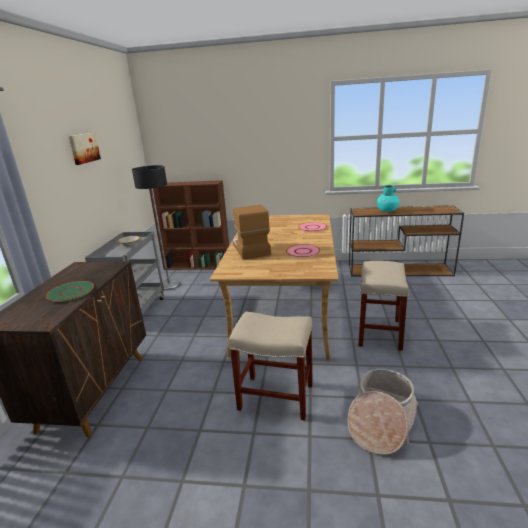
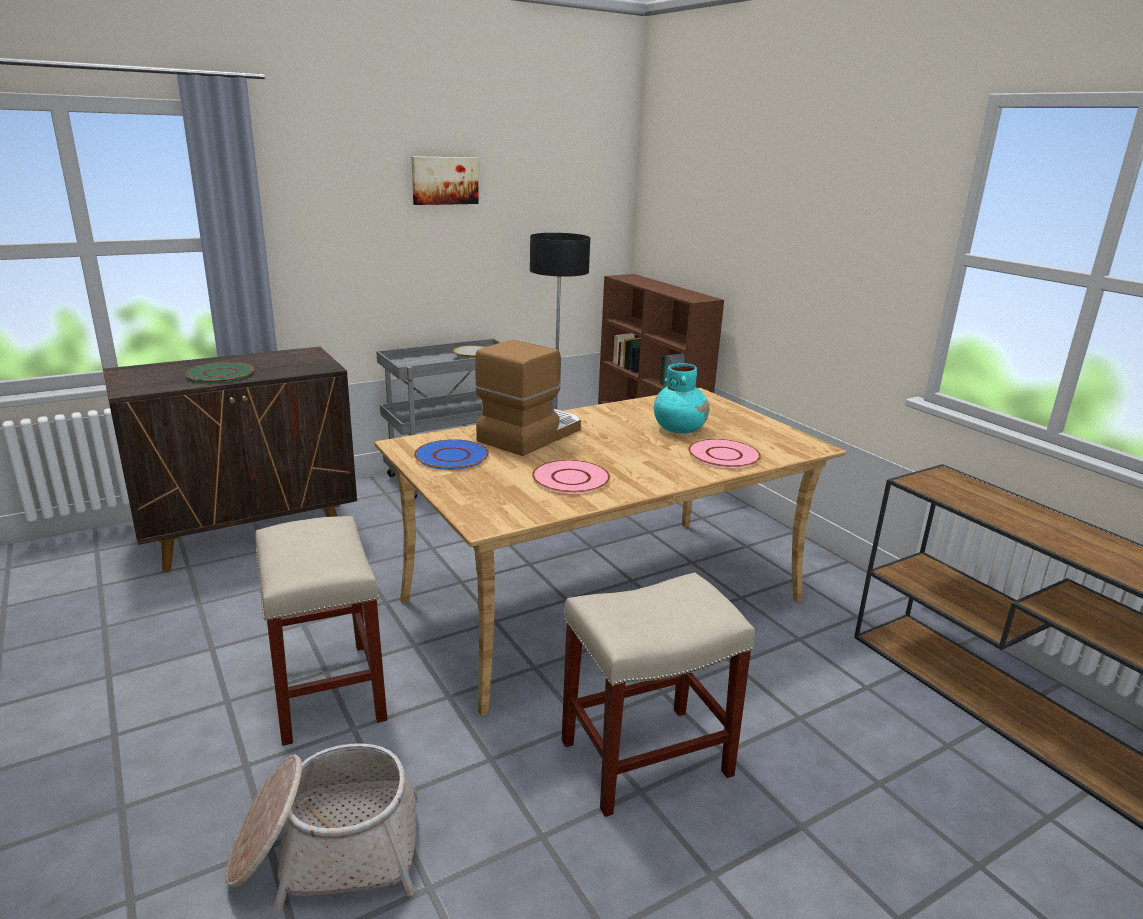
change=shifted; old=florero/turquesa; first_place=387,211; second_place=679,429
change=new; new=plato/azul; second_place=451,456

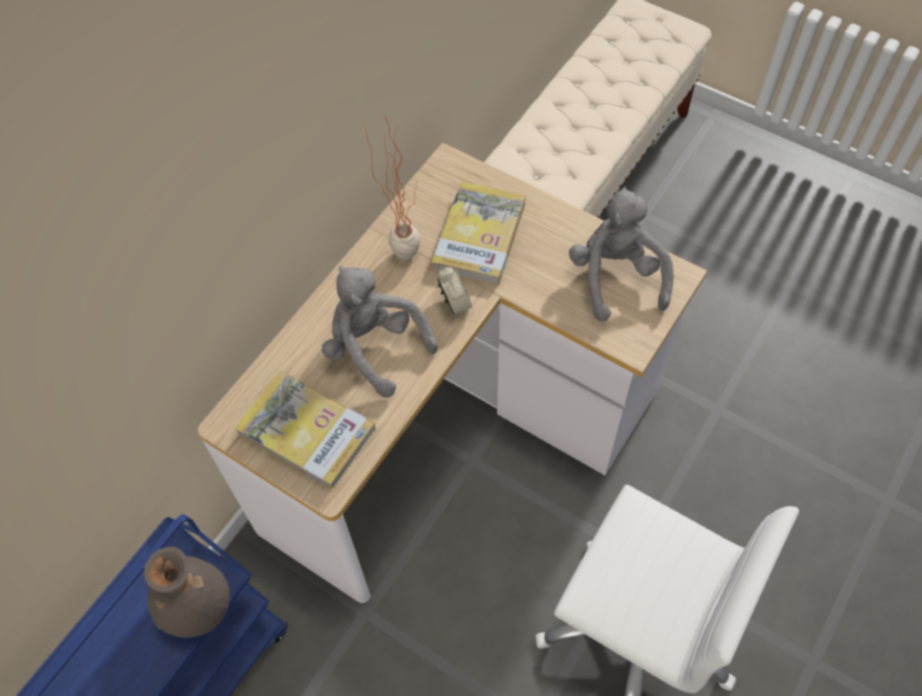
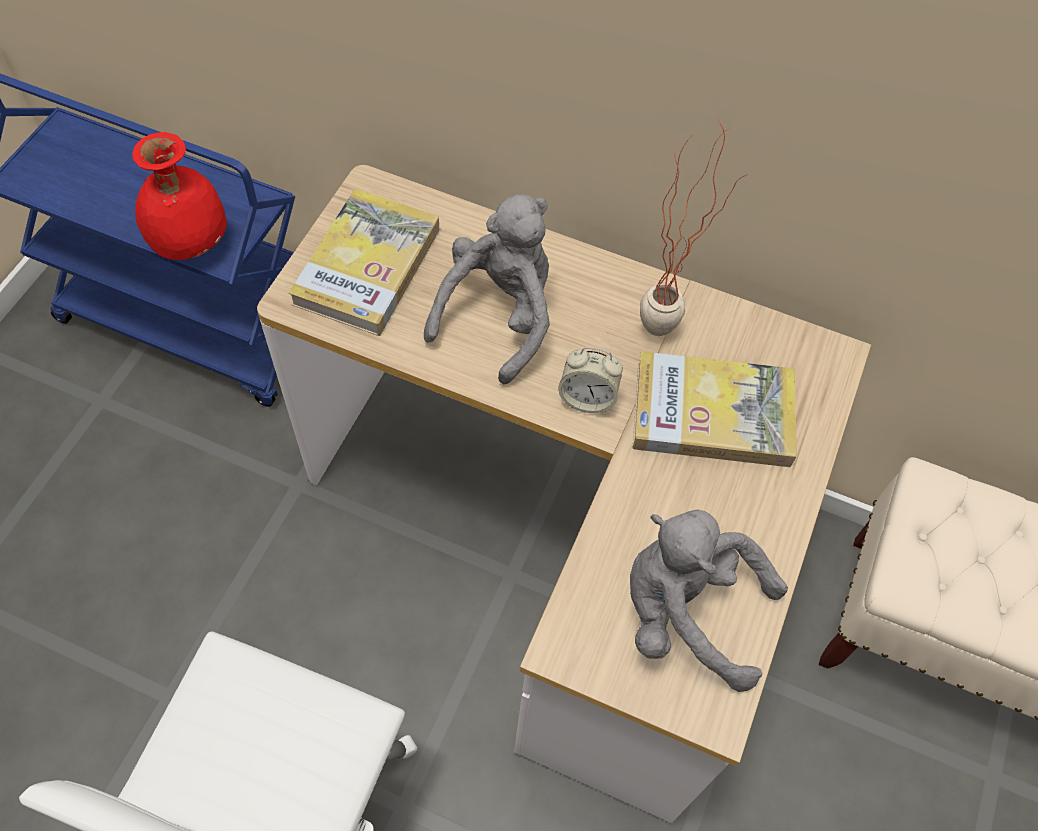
change=repainted; old=florero/gris; new=florero/rojo; first_place=198,608; second_place=189,243
change=rotated; old=despertador; first_place=455,304; second_place=587,398; degrees=45
change=rotated; old=peluche/gris; first_place=616,277; second_place=687,613; degrees=-135

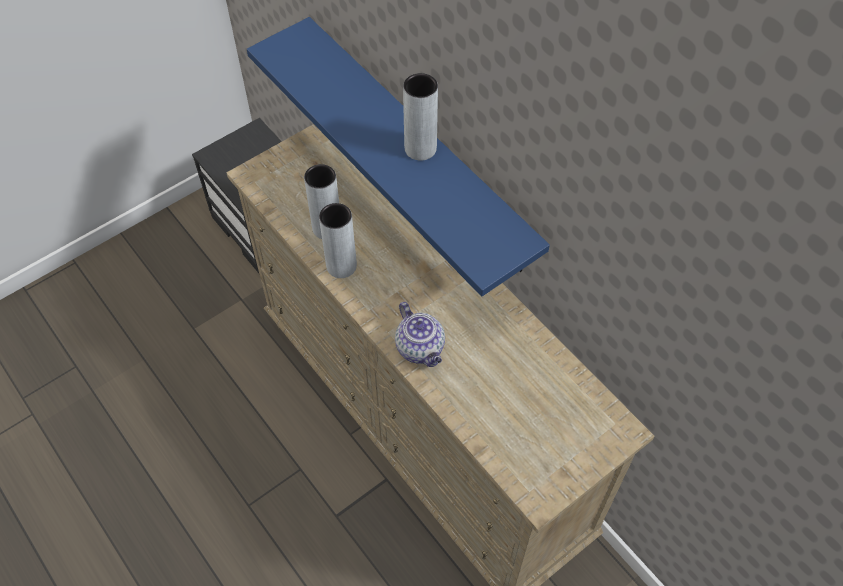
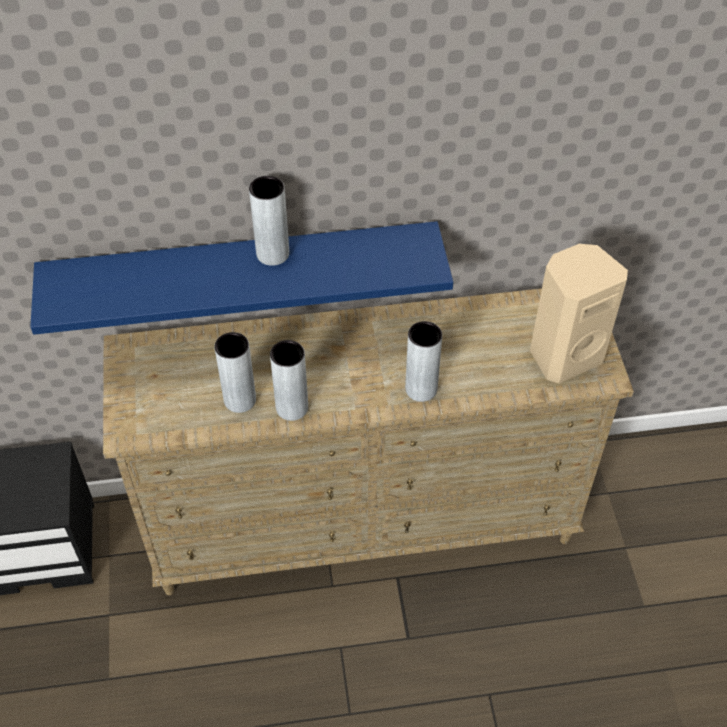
change=swapped; old=tetera; new=florero/gris; first_place=421,348; second_place=421,389
change=new; new=altavoz/beis; second_place=564,355

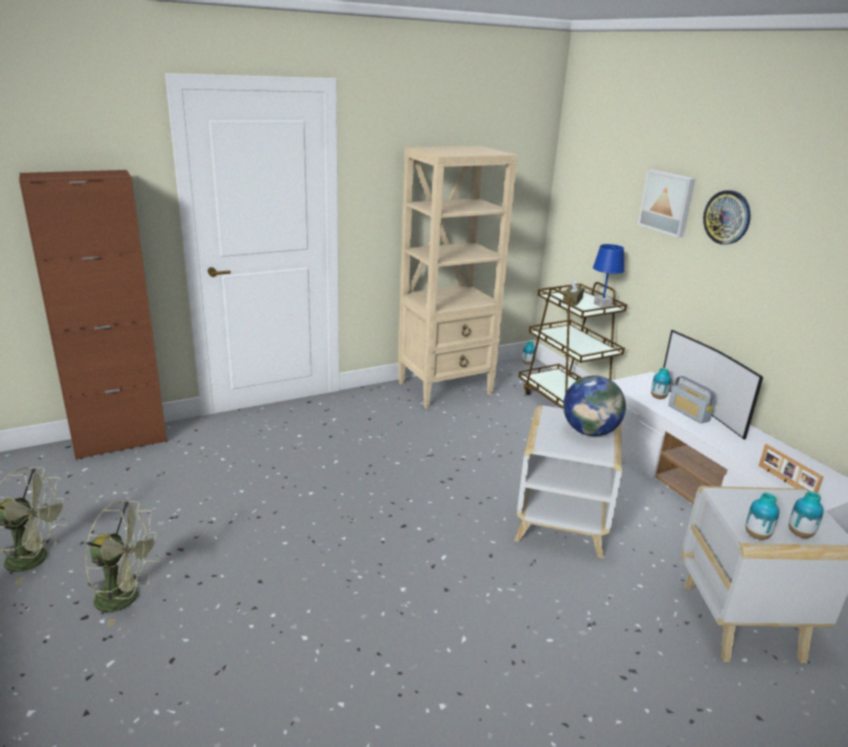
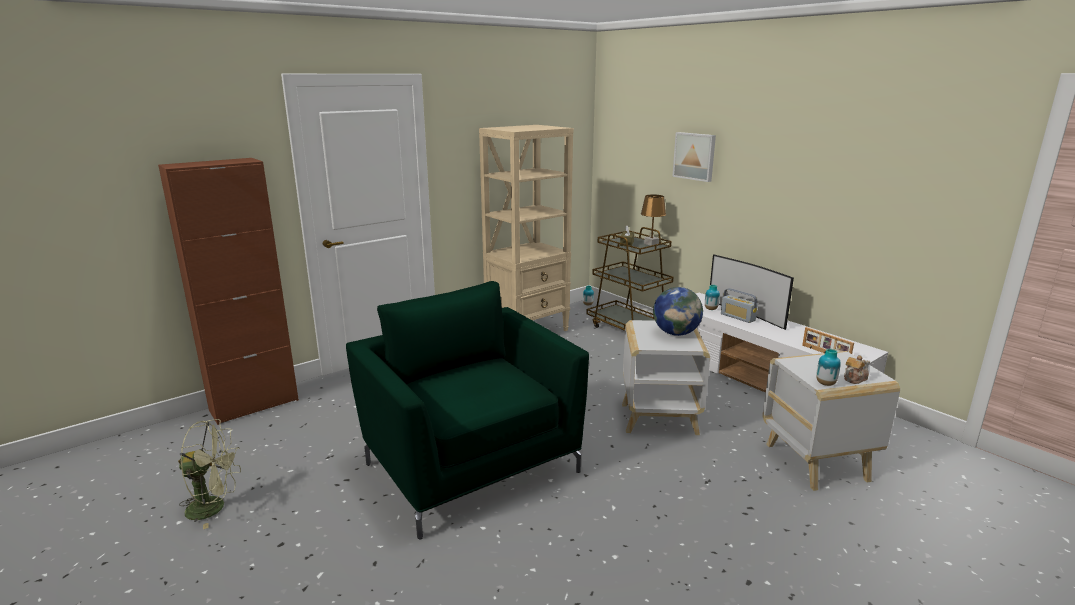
change=gone; old=ventilador/verde; first_place=126,598
change=repainted; old=lámpara de mesa/azul; new=lámpara de mesa/marrón; first_place=602,305; second_place=651,244
change=gone; old=reloj de pared; first_place=727,217
change=swapped; old=florero; new=tetera; first_place=800,534; second_place=854,379
change=new; new=sillón/verde; second_place=471,465

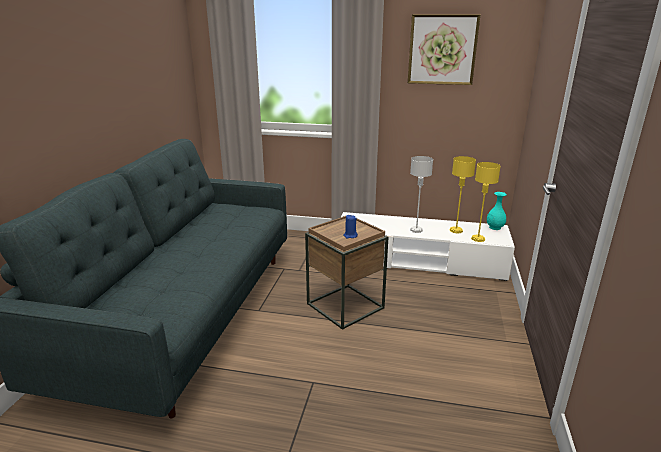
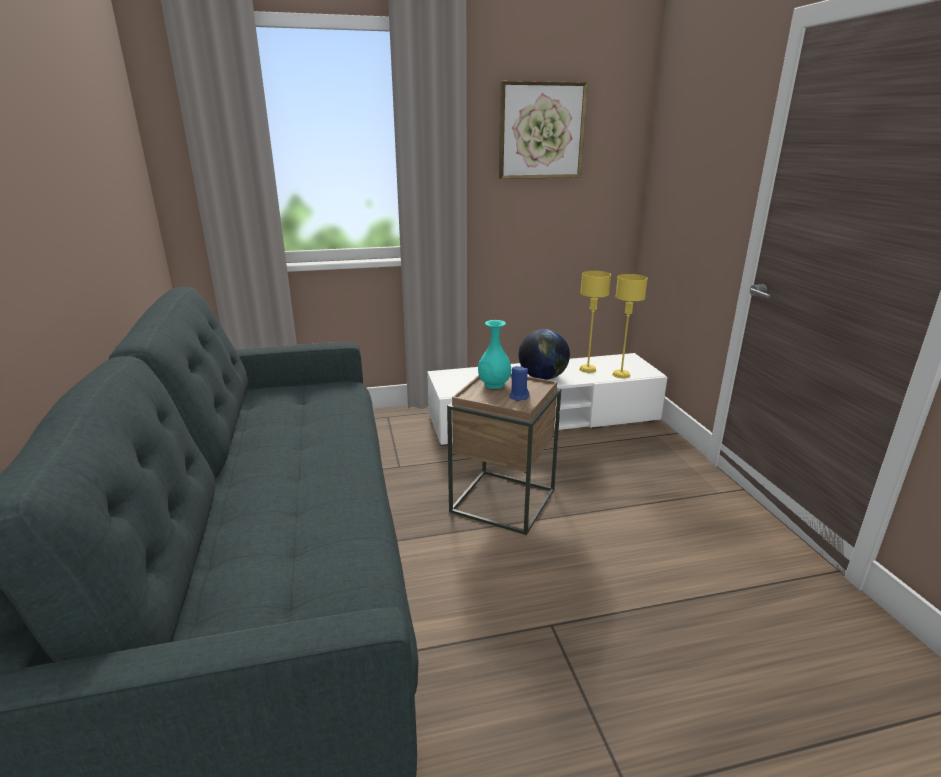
change=swapped; old=lámpara de mesa/gris; new=globo terráqueo; first_place=416,230; second_place=543,377
change=shifted; old=florero/turquesa; first_place=495,227; second_place=494,384

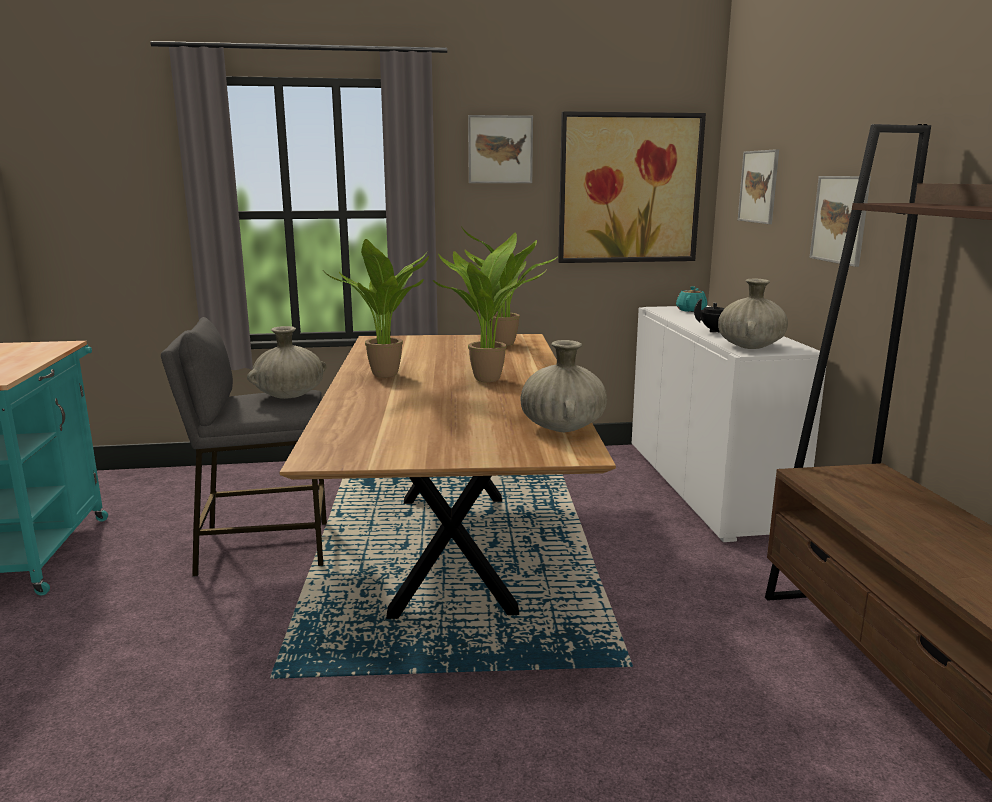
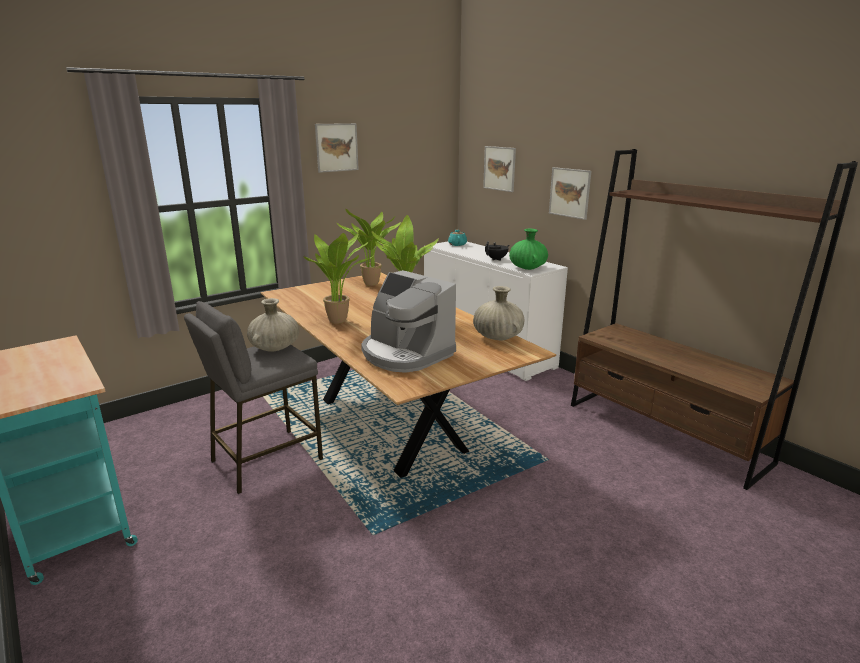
change=gone; old=cuadro; first_place=629,189
change=repainted; old=florero/beis; new=florero/verde; first_place=750,346; second_place=527,268
change=new; new=cafetera; second_place=405,354

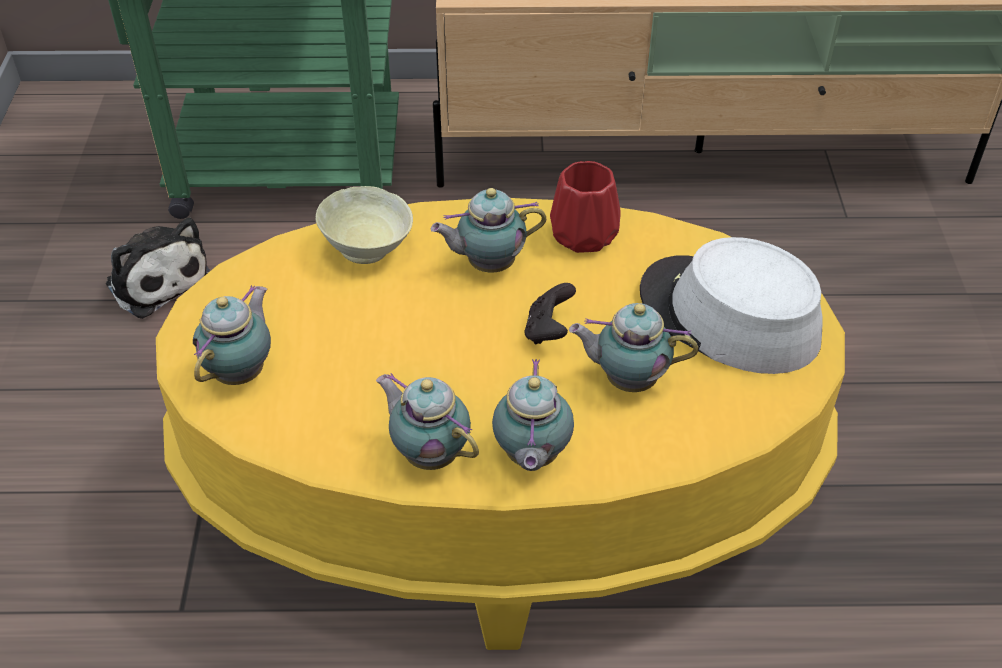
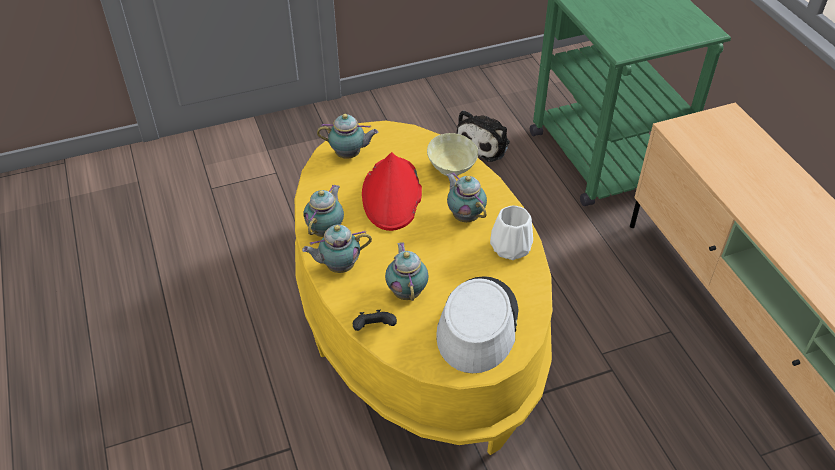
change=shifted; old=mando de consola/negro; first_place=548,330; second_place=374,329
change=repainted; old=florero/rojo; new=florero/blanco; first_place=583,234; second_place=511,247
change=new; new=sombrero/rojo; second_place=392,195

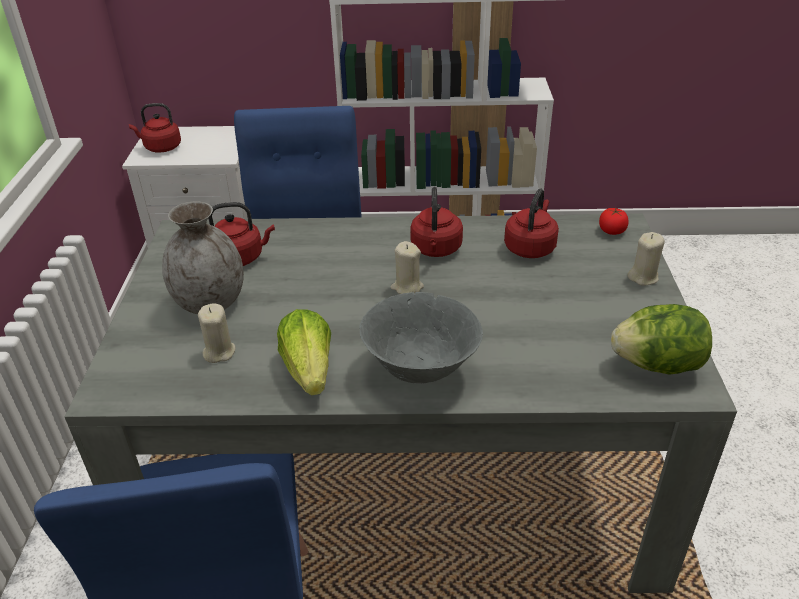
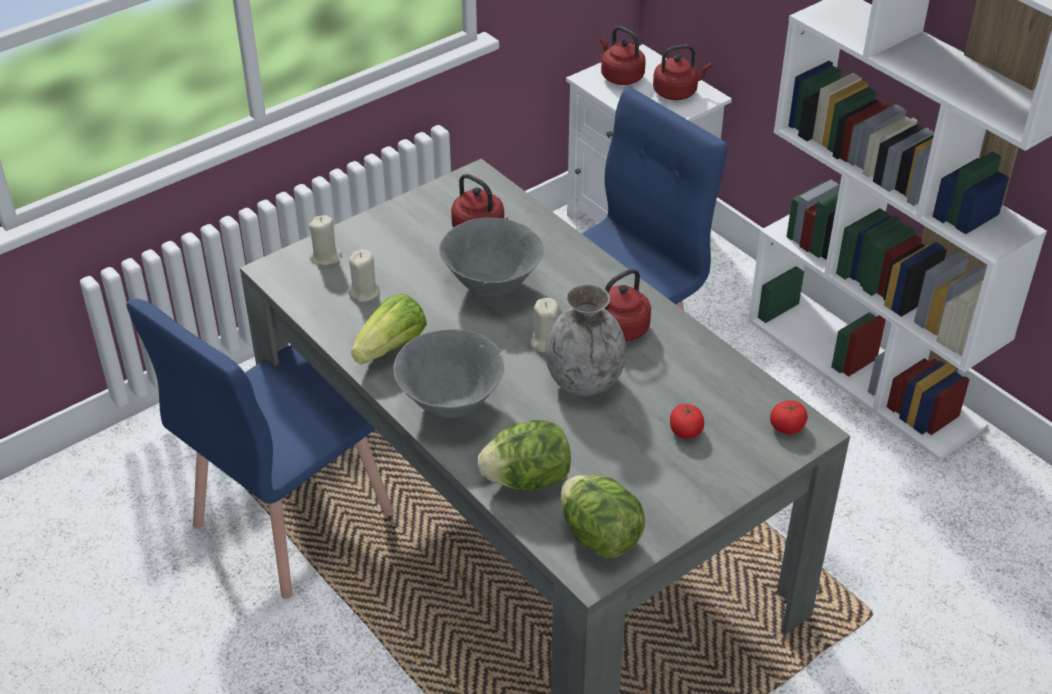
change=shifted; old=florero/gris; first_place=211,303; second_place=585,381
change=shifted; old=hervidor/rojo; first_place=530,247; second_place=677,92
change=shifted; old=vela/beis; first_place=643,277; second_place=326,257
change=new; new=cuenco/gris; second_place=492,286
change=new; new=lechuga; second_place=527,479
change=new; new=tomate; second_place=686,430

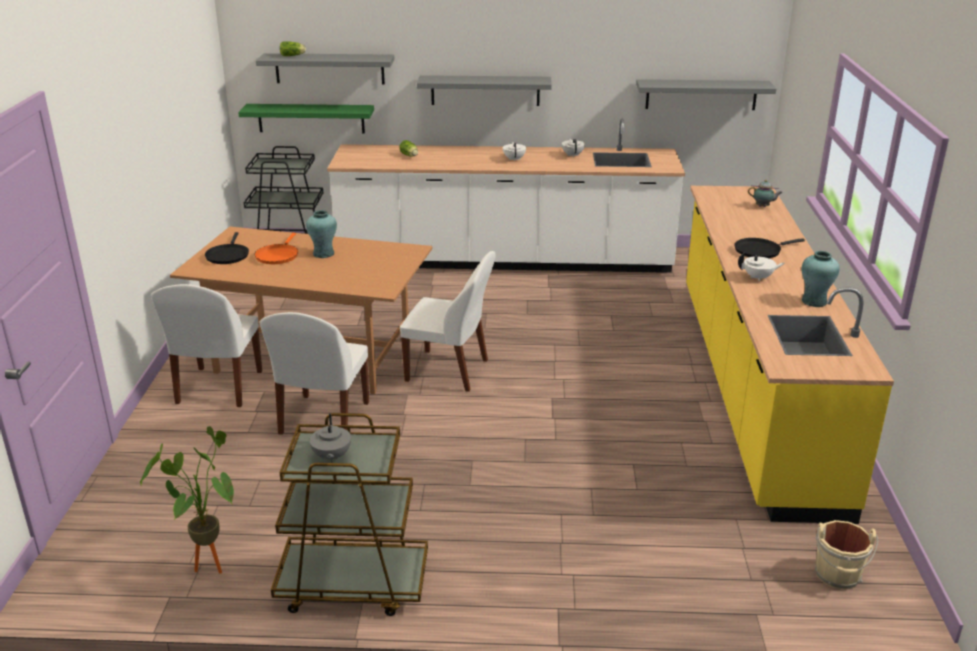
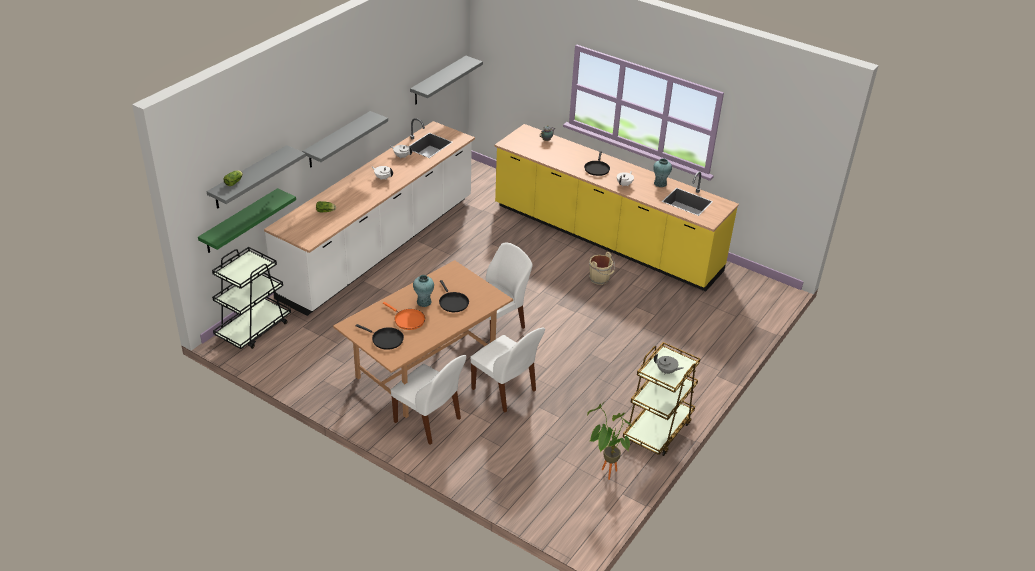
change=shifted; old=cubo/beis; first_place=838,576; second_place=600,279
change=new; new=sartén/negro; second_place=452,302

